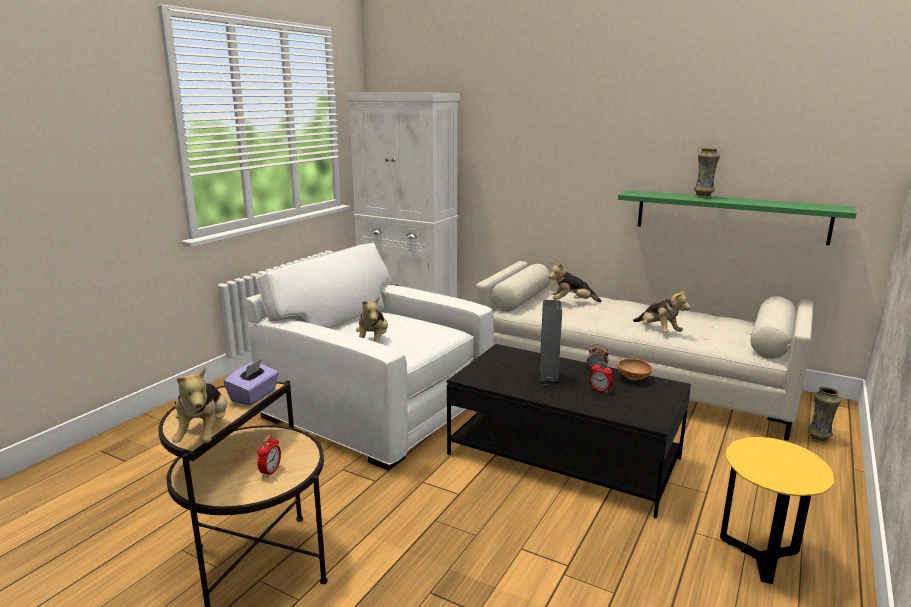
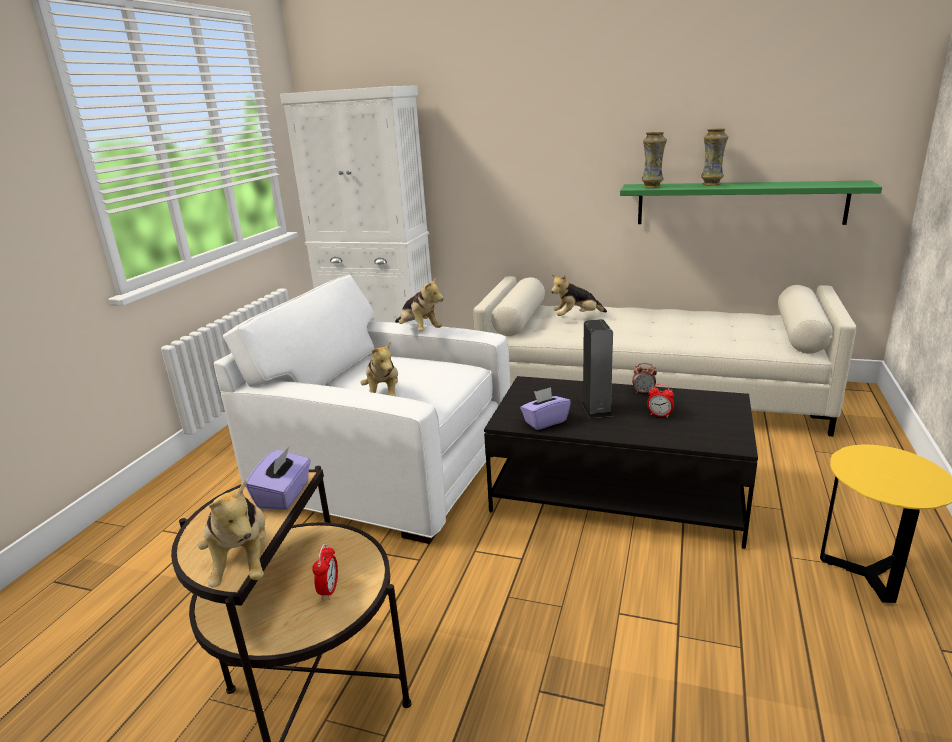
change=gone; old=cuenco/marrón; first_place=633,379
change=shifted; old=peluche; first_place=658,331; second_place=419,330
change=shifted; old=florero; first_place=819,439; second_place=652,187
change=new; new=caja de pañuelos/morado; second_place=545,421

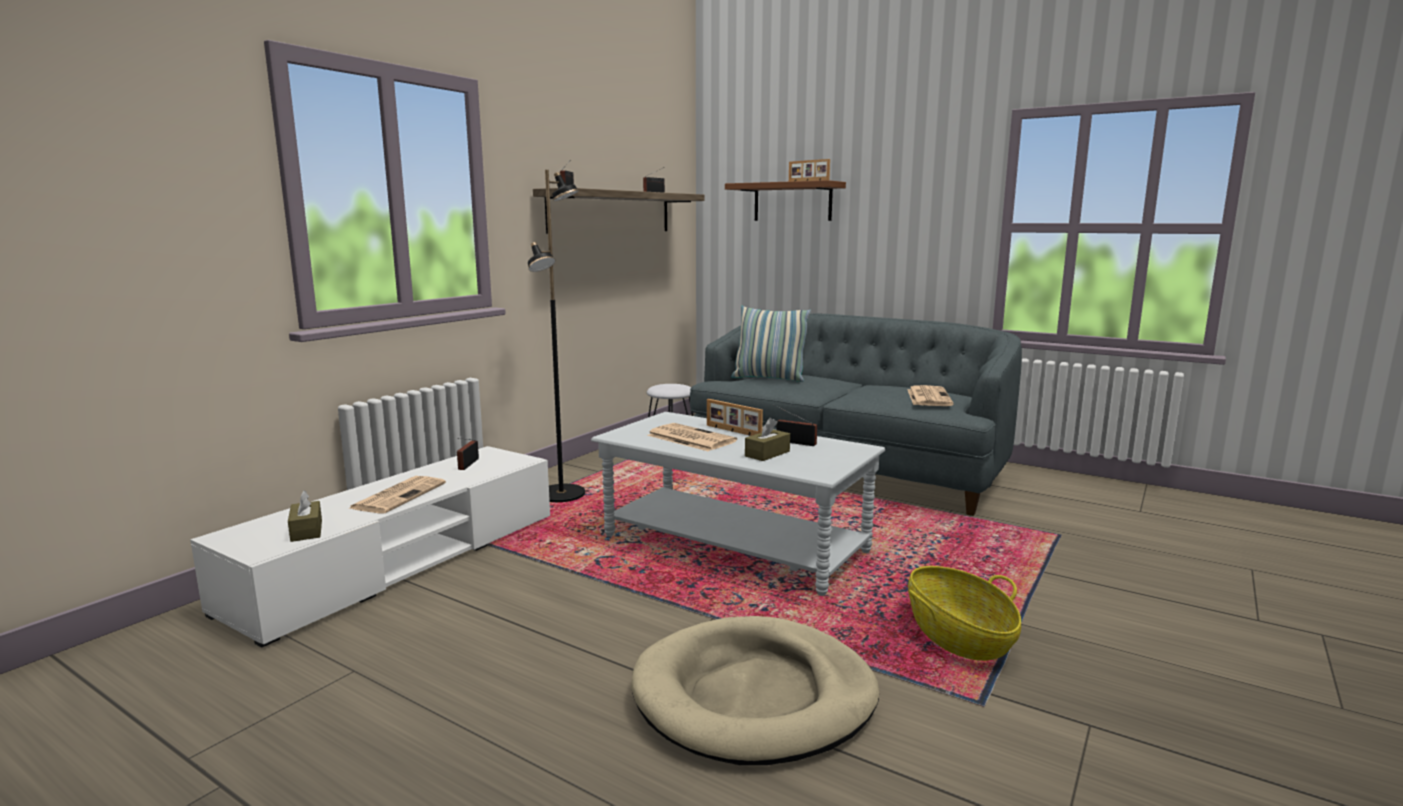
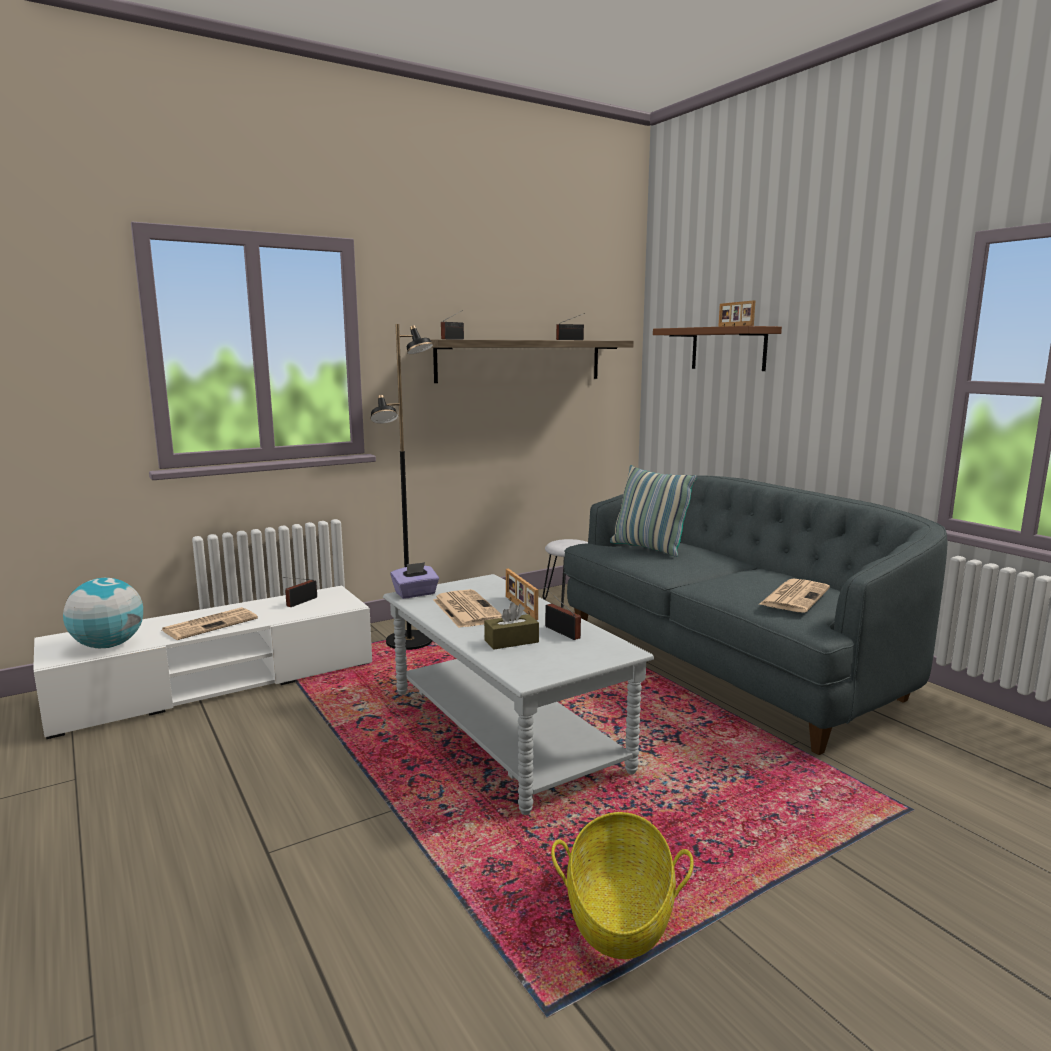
change=swapped; old=caja de pañuelos/marrón; new=globo terráqueo; first_place=306,530; second_place=108,645
change=gone; old=cama para perro/beis; first_place=754,696
change=new; new=caja de pañuelos/morado; second_place=415,594

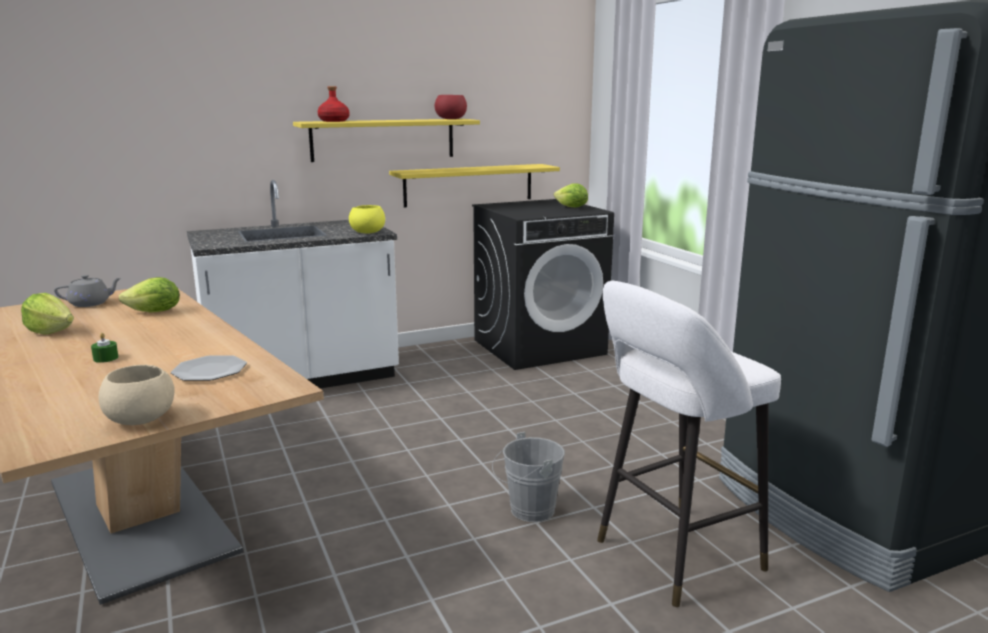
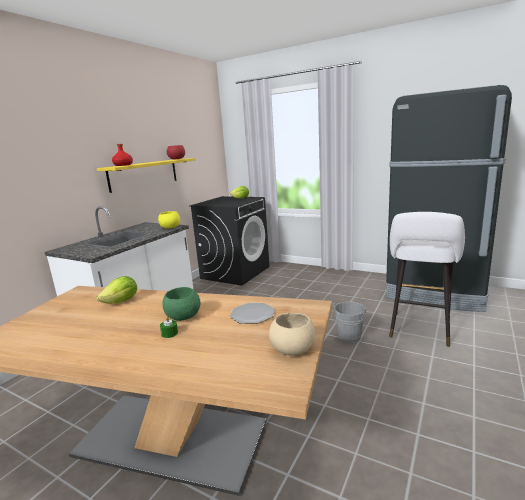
change=gone; old=lechuga; first_place=50,331
change=gone; old=tetera/gris; first_place=91,303
change=gone; old=estante/amarillo; first_place=469,185
change=new; new=cuenco/verde; second_place=182,317

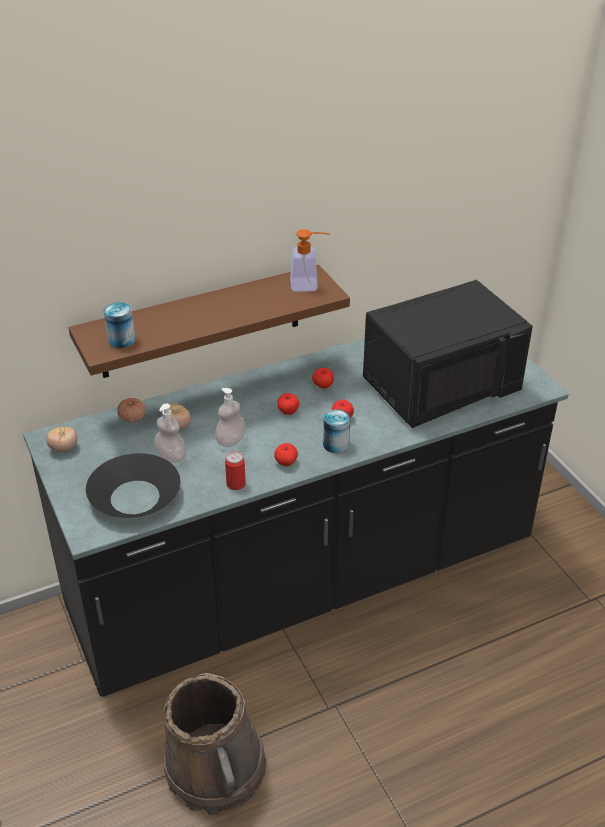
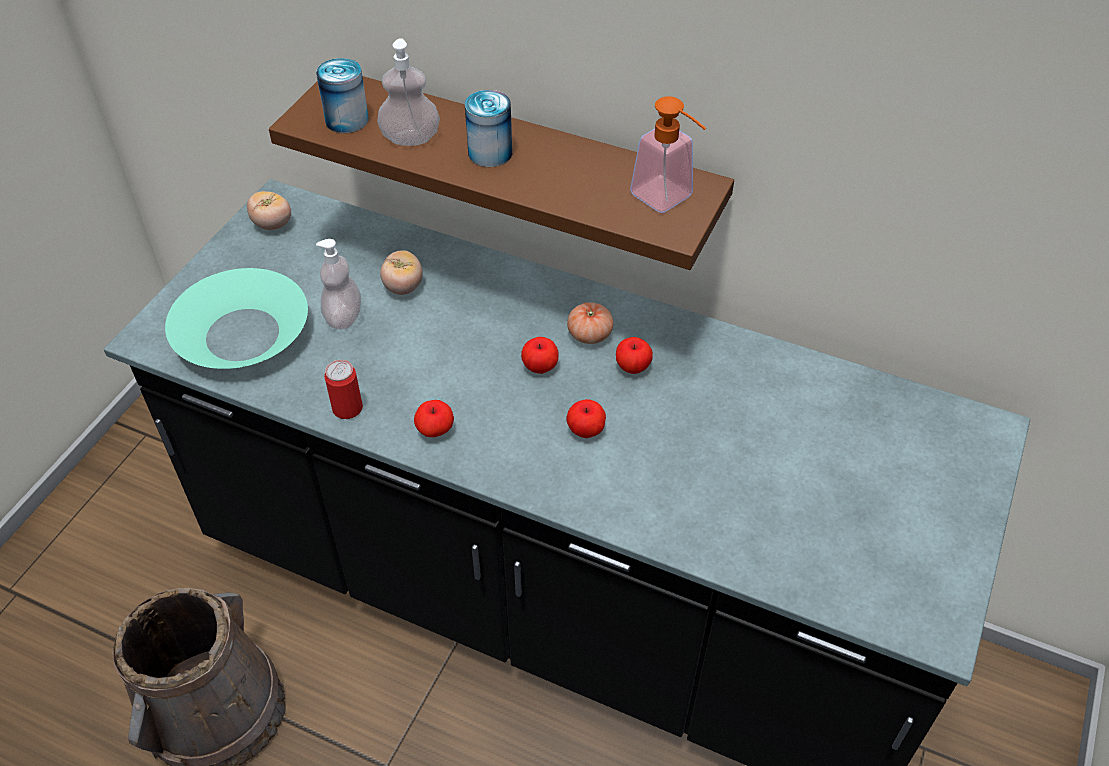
change=repainted; old=cuenco/negro; new=cuenco/turquesa; first_place=134,497; second_place=242,333
change=shifted; old=tomate; first_place=132,417; second_place=589,334
change=shifted; old=dispensador de jabón; first_place=231,440; second_place=410,138
change=shifted; old=lata; first_place=336,444; second_place=490,153
change=gone; old=microondas/negro; first_place=440,384

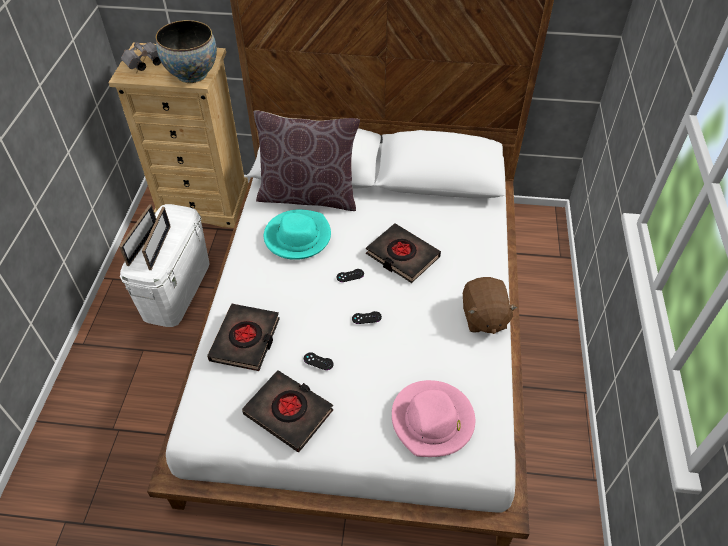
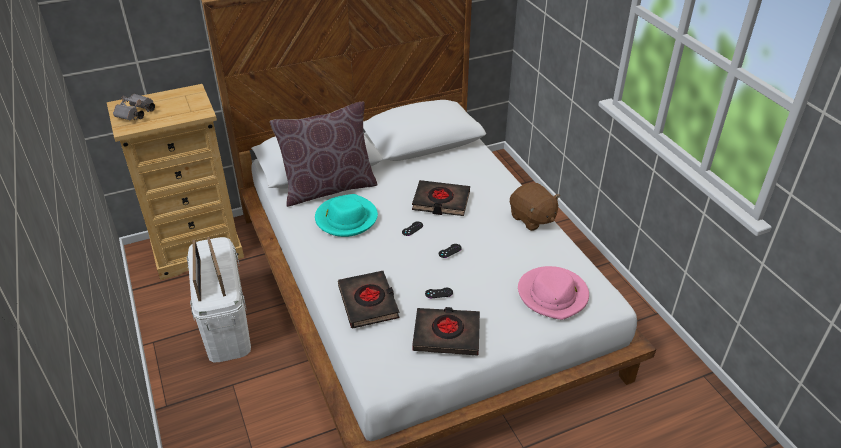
change=gone; old=cuenco; first_place=192,74

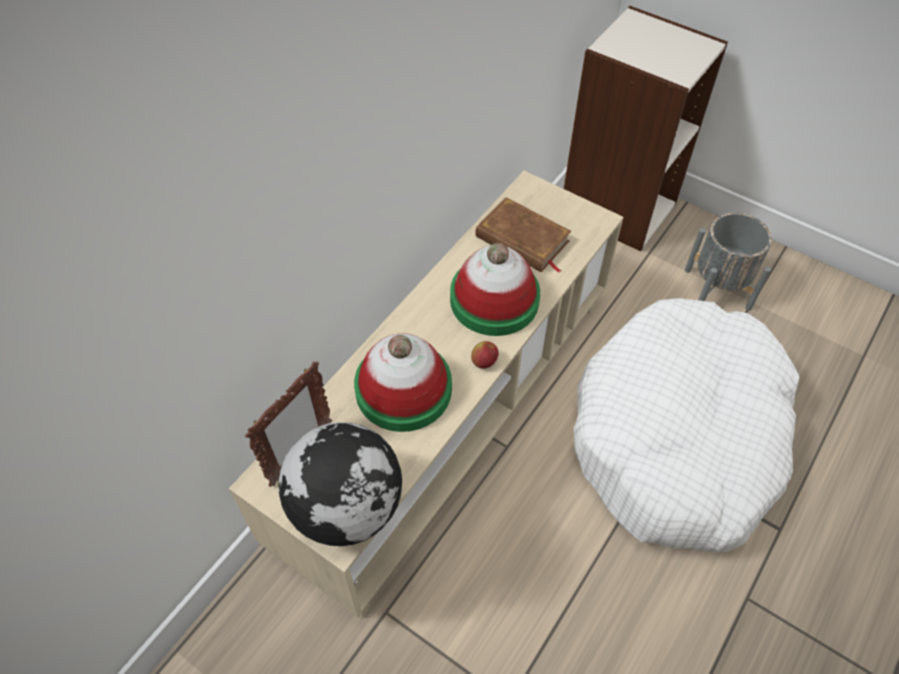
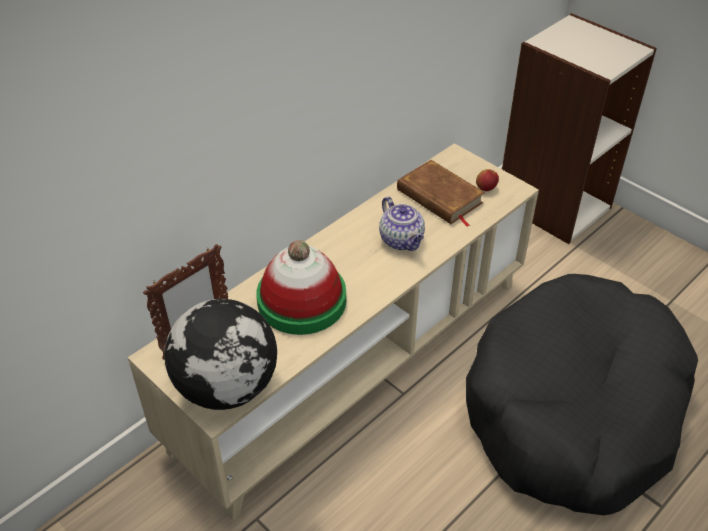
change=swapped; old=sombrero; new=tetera; first_place=494,299; second_place=402,241
change=shifted; old=manzana; first_place=484,362; second_place=486,188
change=repainted; old=cama para perro/blanco; new=cama para perro/negro; first_place=679,438; second_place=574,409
change=gone; old=maceta/gris; first_place=716,289

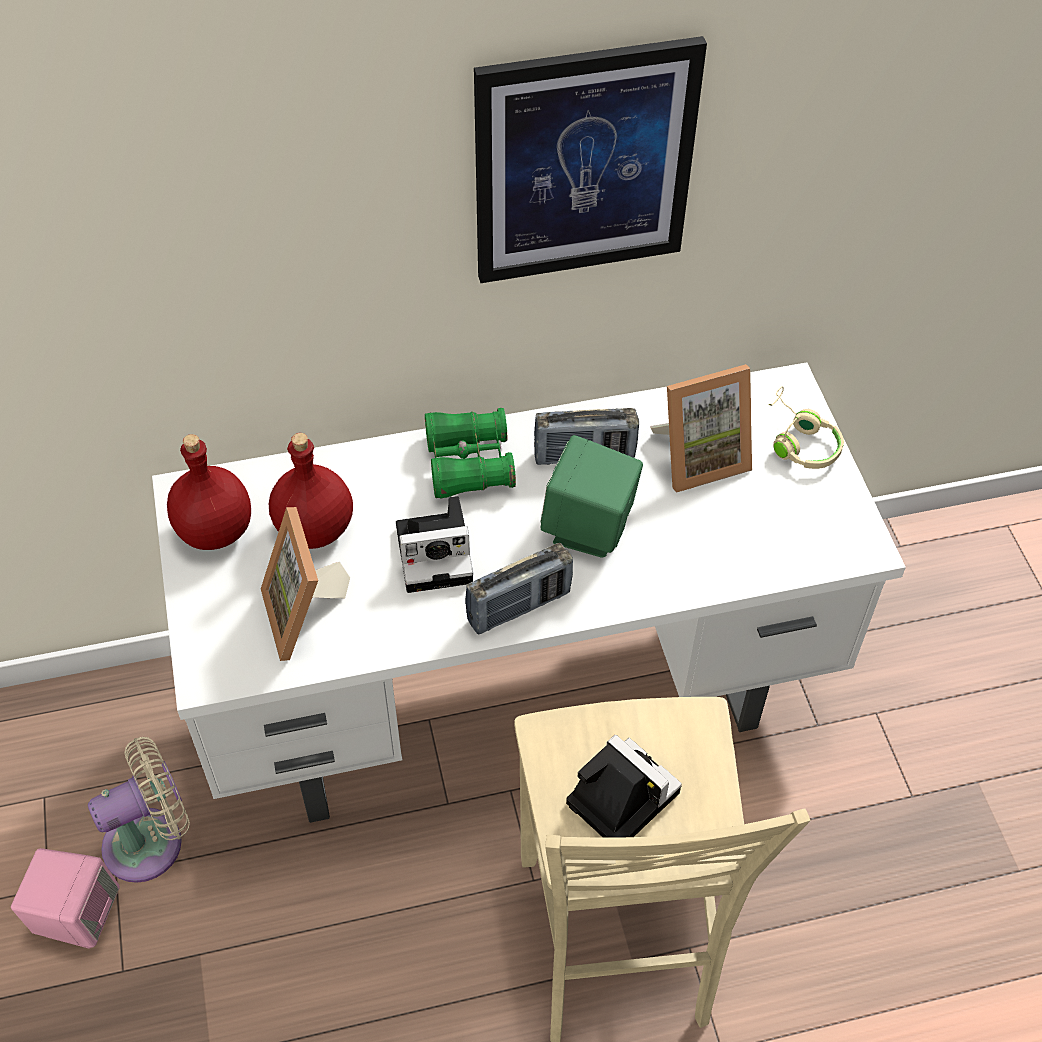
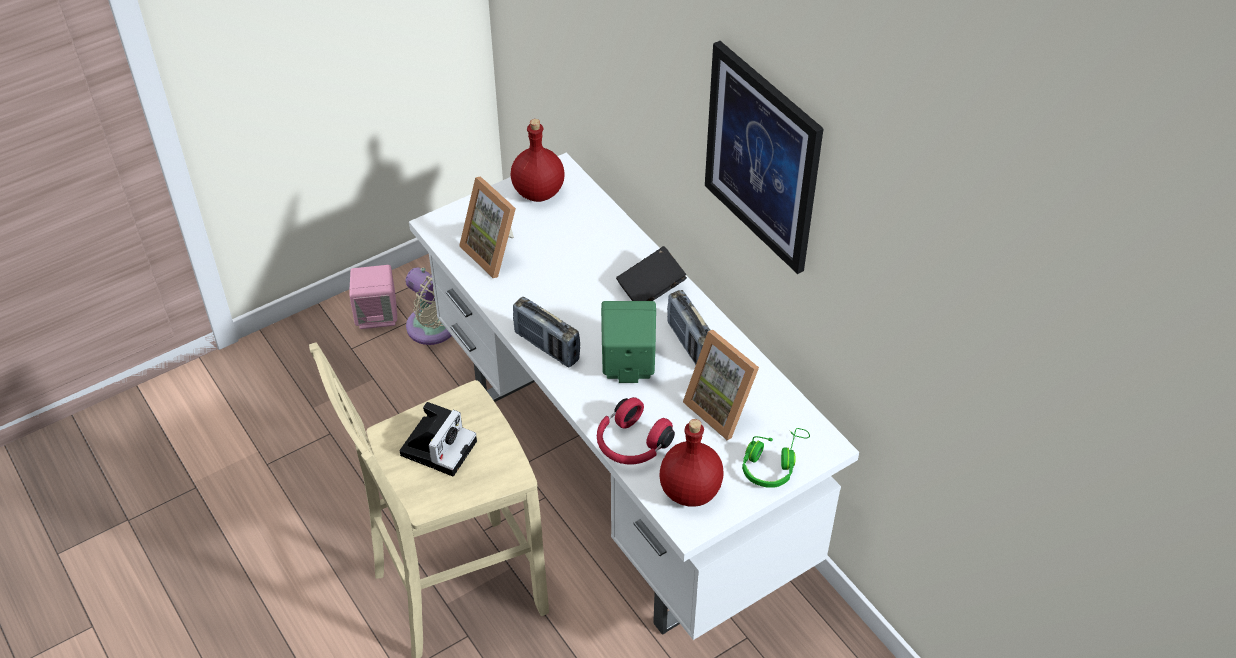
change=rotated; old=portarretratos; first_place=307,615; second_place=495,252; degrees=-90
change=shifted; old=botella/rojo; first_place=316,528; second_place=691,491
change=gone; old=cámara; first_place=438,553
change=swapped; old=prismáticos/verde; new=libro/negro; first_place=469,464; second_place=651,289
change=repainted; old=auriculares/beis; new=auriculares/verde; first_place=799,441; second_place=773,463
change=new; new=auriculares/rojo; second_place=631,444

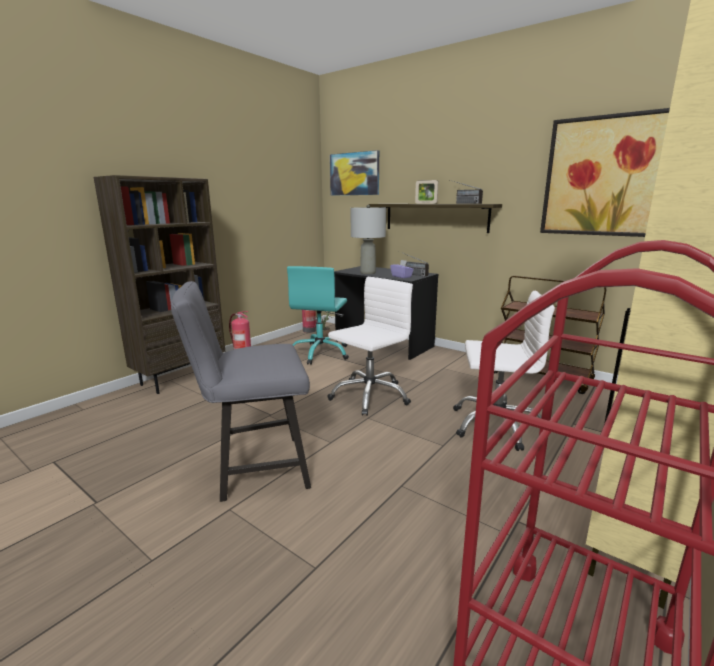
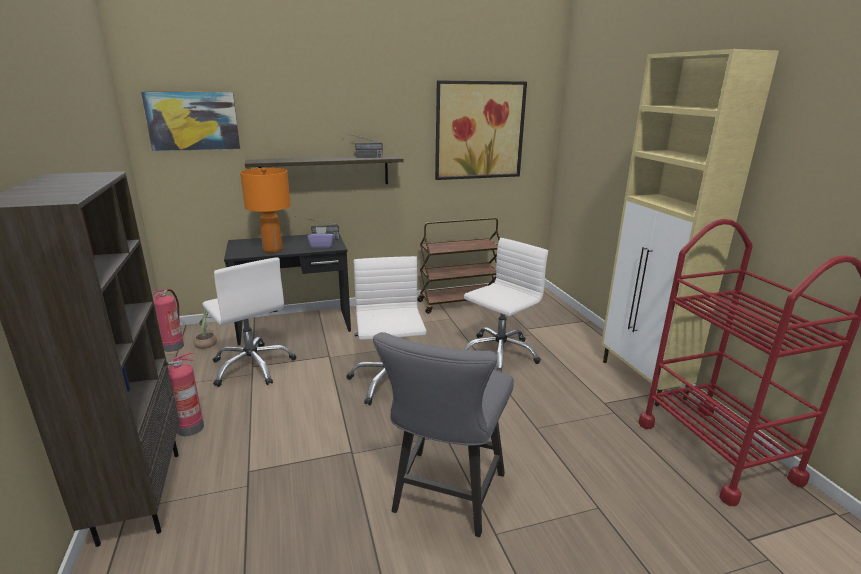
change=repainted; old=silla de oficina/turquesa; new=silla de oficina/blanco; first_place=320,353; second_place=253,366
change=repainted; old=lámpara de mesa/gris; new=lámpara de mesa/naranja; first_place=368,273; second_place=273,250
change=gone; old=portarretratos; first_place=426,203

